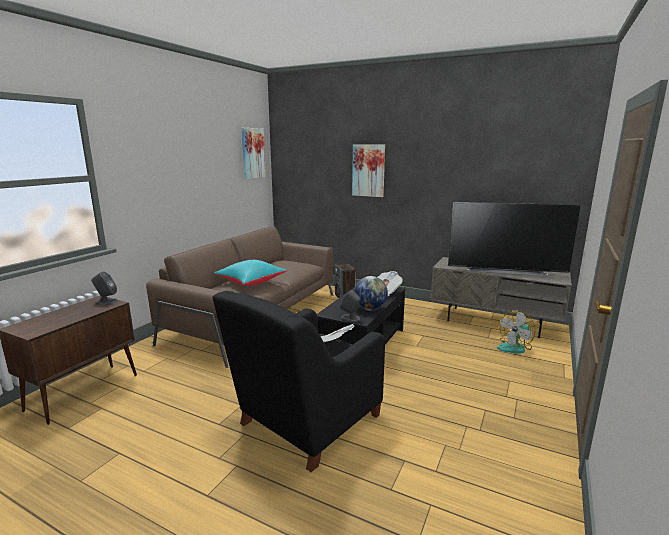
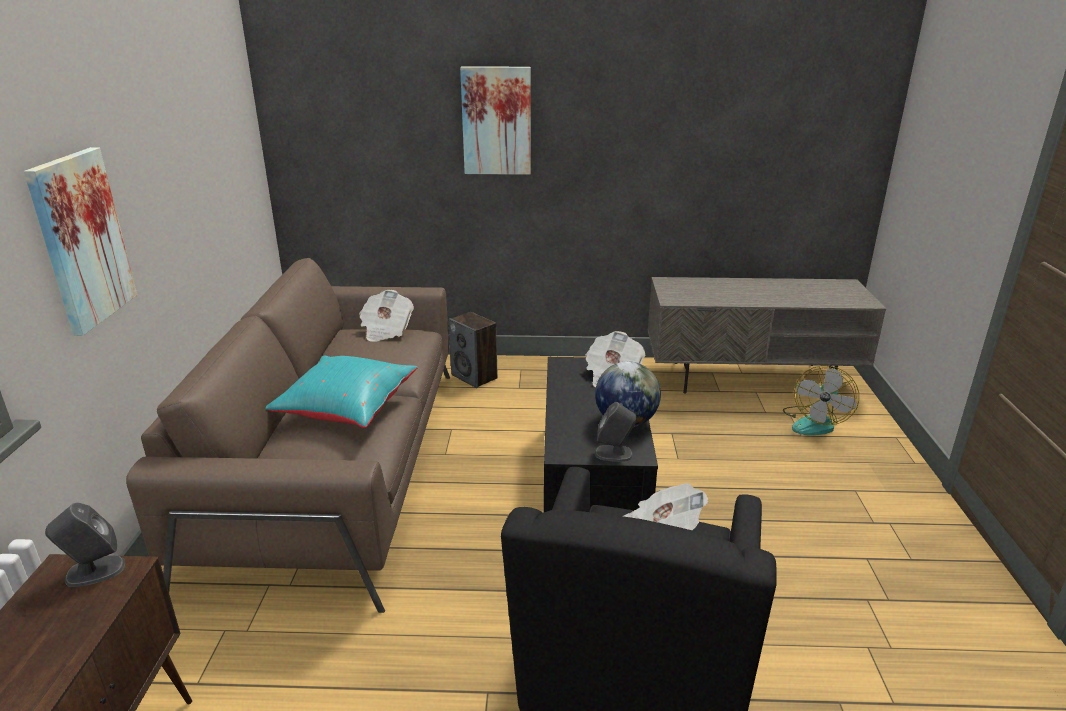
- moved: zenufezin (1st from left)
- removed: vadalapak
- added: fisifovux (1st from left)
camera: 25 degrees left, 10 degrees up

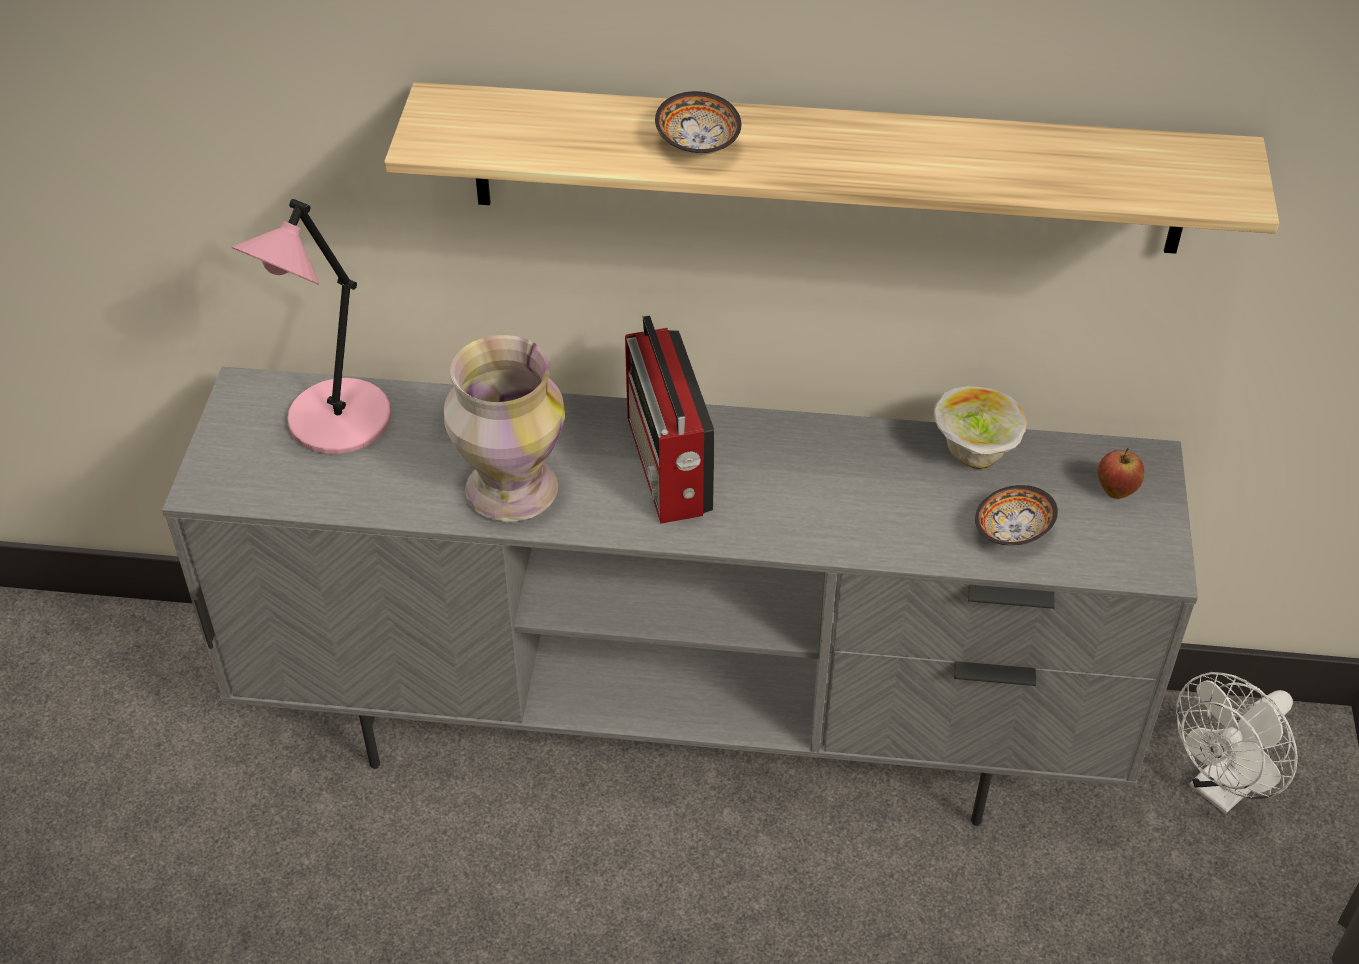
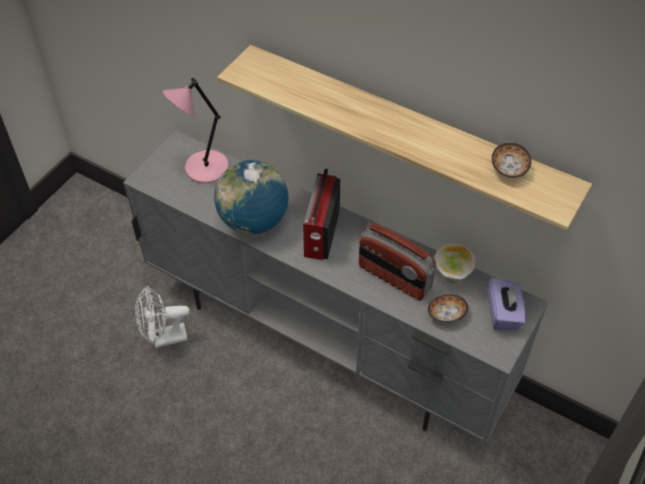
- moved: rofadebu (1st from left in the first image) to rofadebu (3rd from left)
- replaced: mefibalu to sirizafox
- replaced: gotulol to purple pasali
- moved: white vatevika
- added: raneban (2nd from left)
camera: 25 degrees right, 5 degrees up

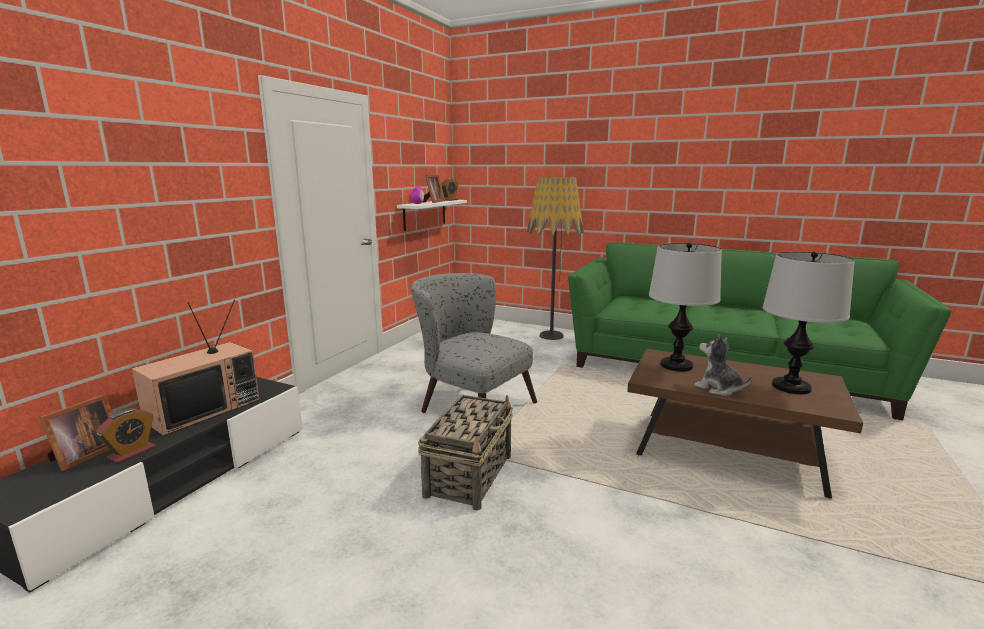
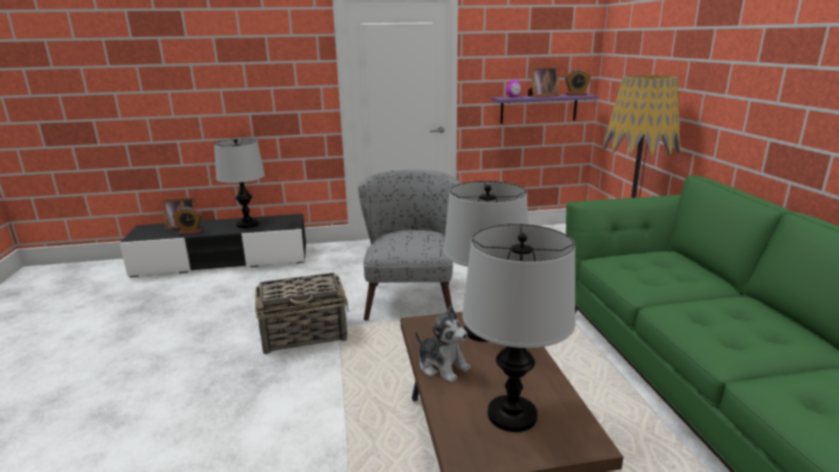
- recoloured: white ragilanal to purple ragilanal
- replaced: vadalapak to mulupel (1st from left)
- turned: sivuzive 120 degrees clockwise
camera: 55 degrees right, 5 degrees up

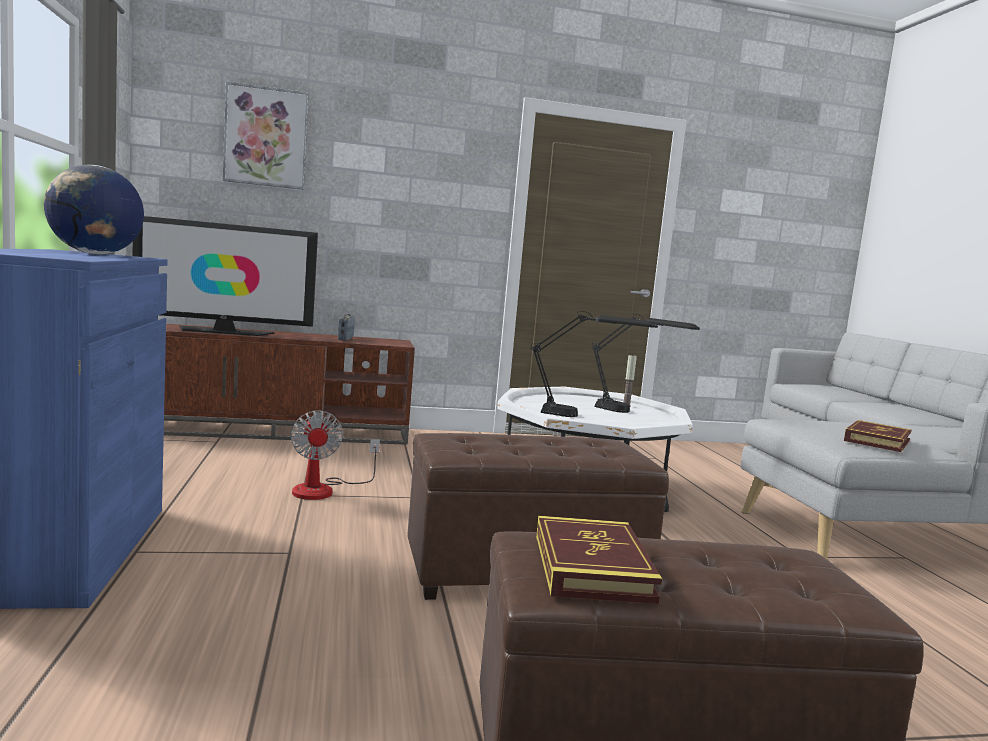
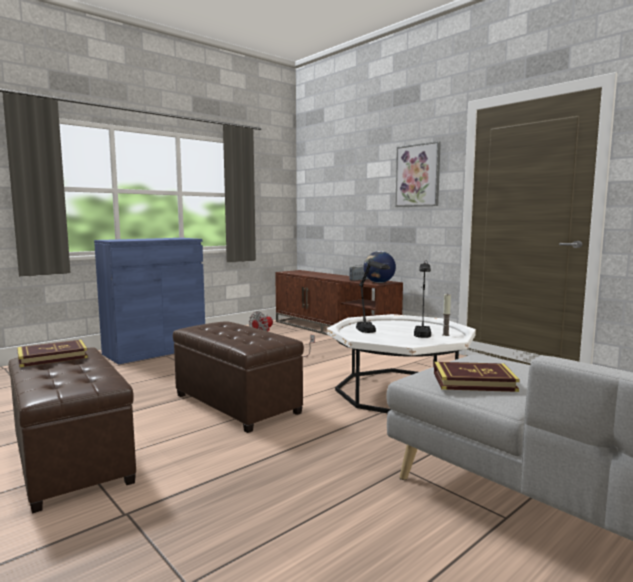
- moved: zenufezin
- moved: sirizafox
- removed: vadalapak
camera: 60 degrees right, 0 degrees up

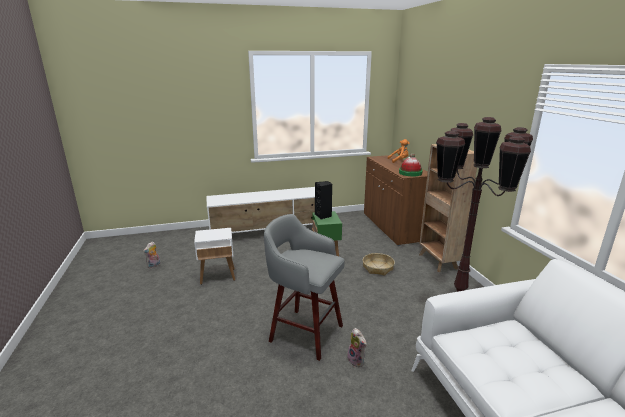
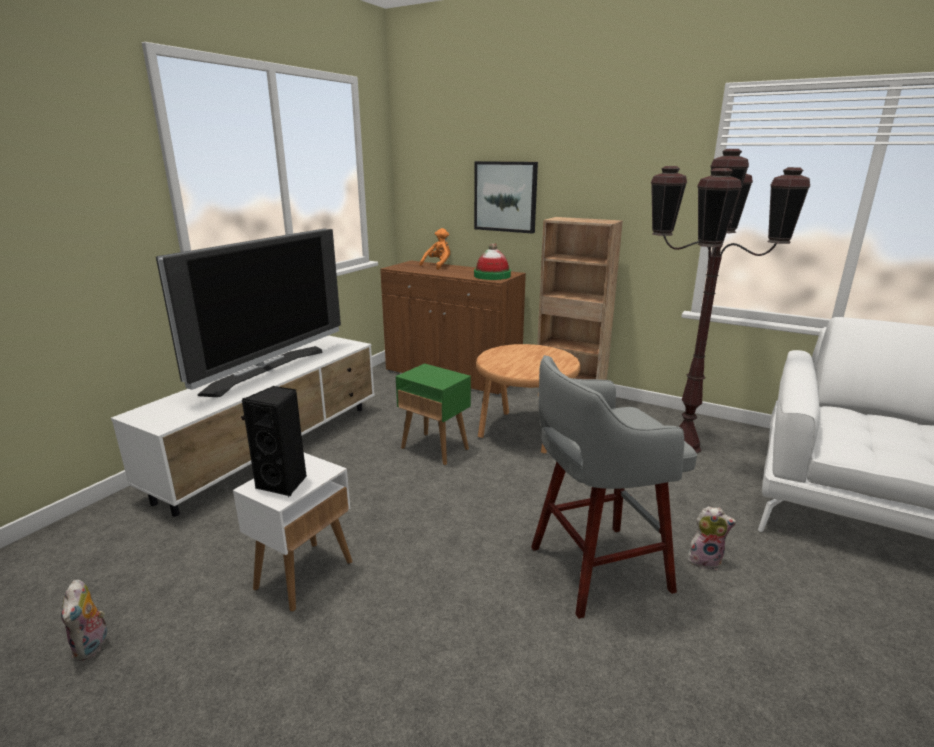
- moved: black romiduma
- replaced: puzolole to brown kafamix
- added: zenufezin
- added: vadalapak
camera: 45 degrees left, 0 degrees up

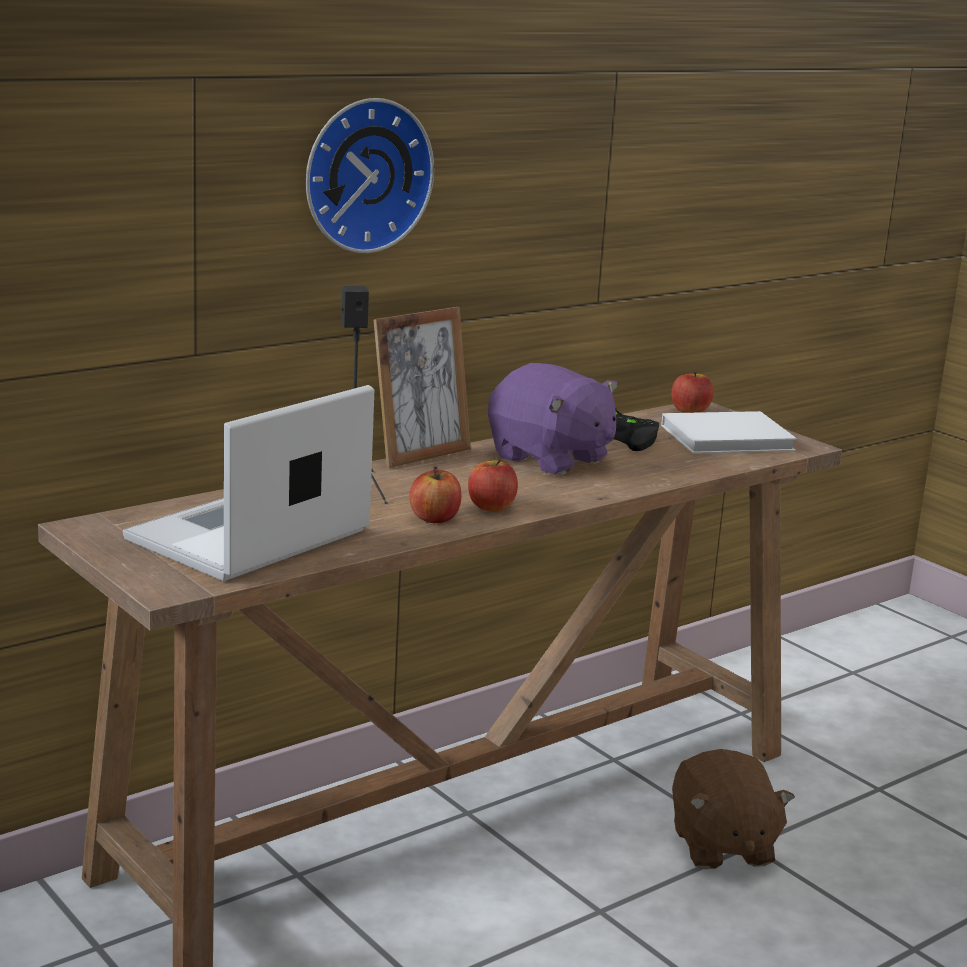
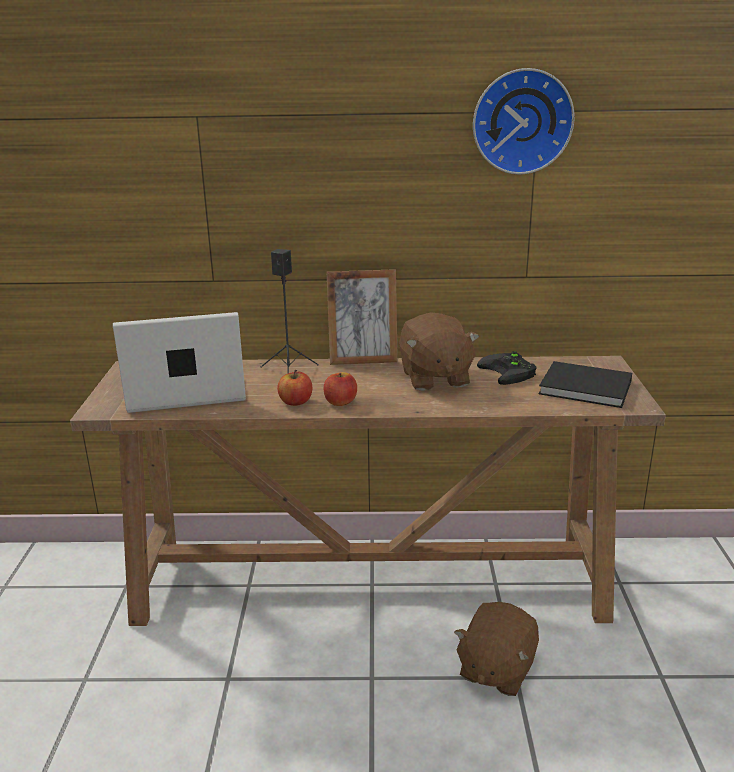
- moved: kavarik
- recoloured: purple sivuzive to brown sivuzive (1st from left)
- removed: gotulol (3rd from left)
- recoloured: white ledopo to black ledopo
camera: 40 degrees right, 5 degrees up

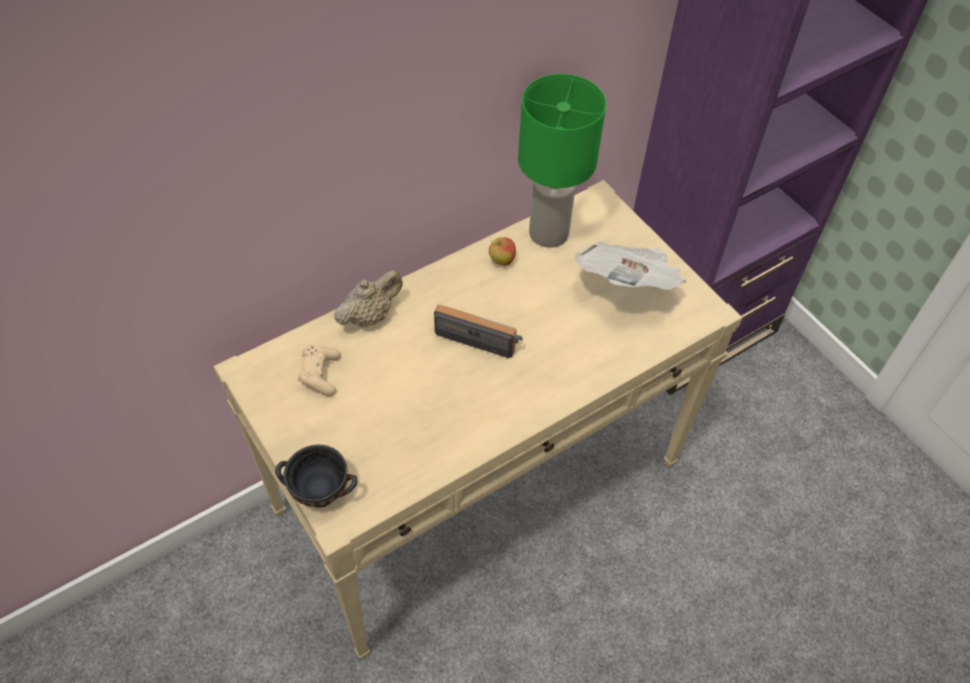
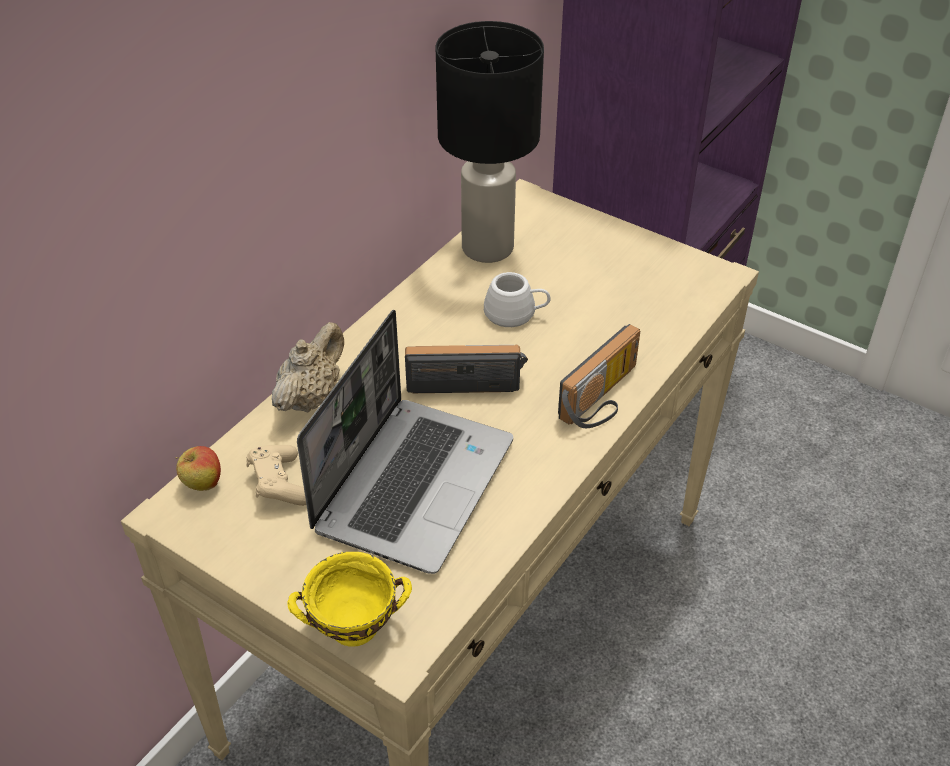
- recoloured: green mulupel to black mulupel
- moved: gotulol
- removed: fisifovux
- recoloured: black rofadebu to yellow rofadebu
- added: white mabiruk
- added: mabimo
- added: raneban (2nd from left)
camera: 20 degrees left, 10 degrees down

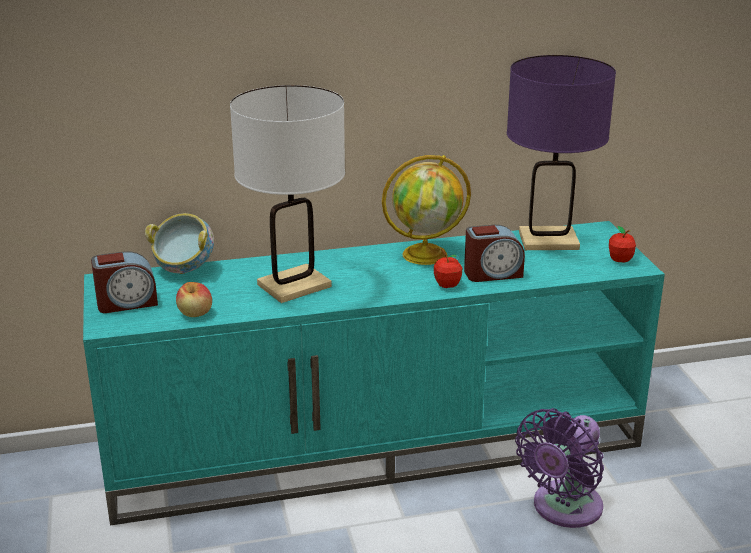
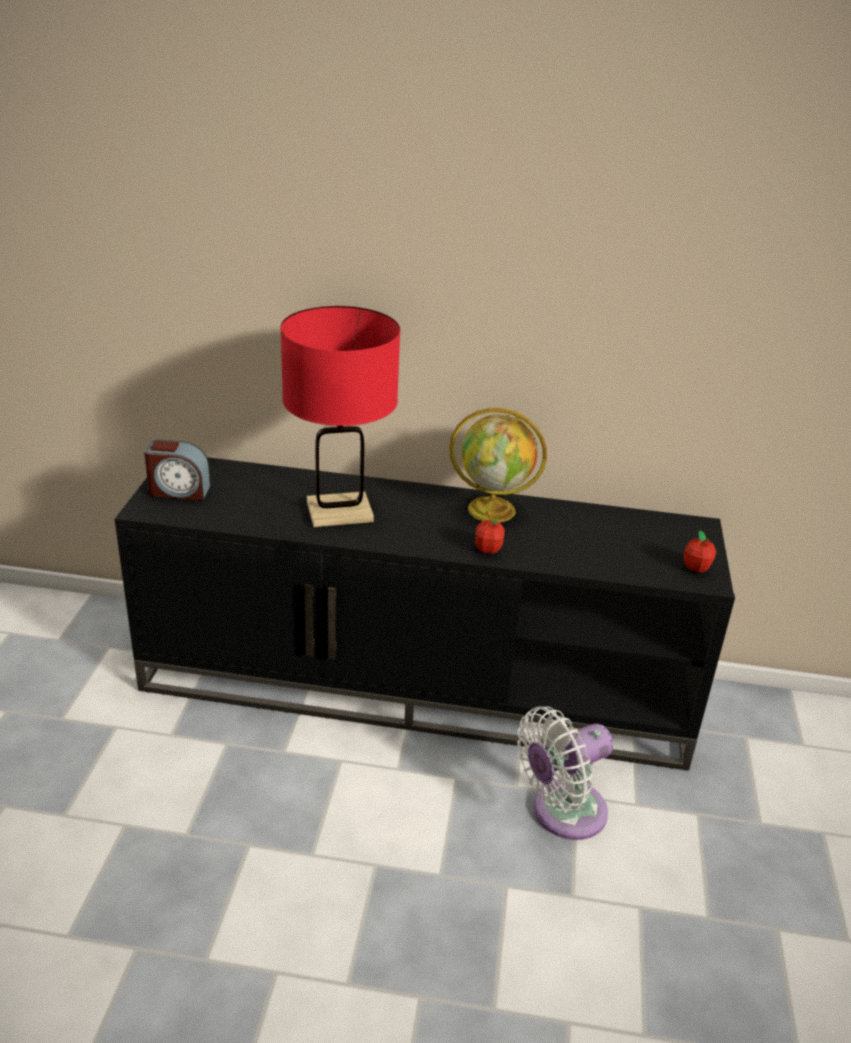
- removed: purple mulupel
- recoloured: white mulupel to red mulupel
- removed: rofadebu
- recoloured: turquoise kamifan to black kamifan
- removed: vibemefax (2nd from left)
- removed: gotulol (1st from left)
- recoloured: purple vatevika to white vatevika
camera: 20 degrees right, 5 degrees up

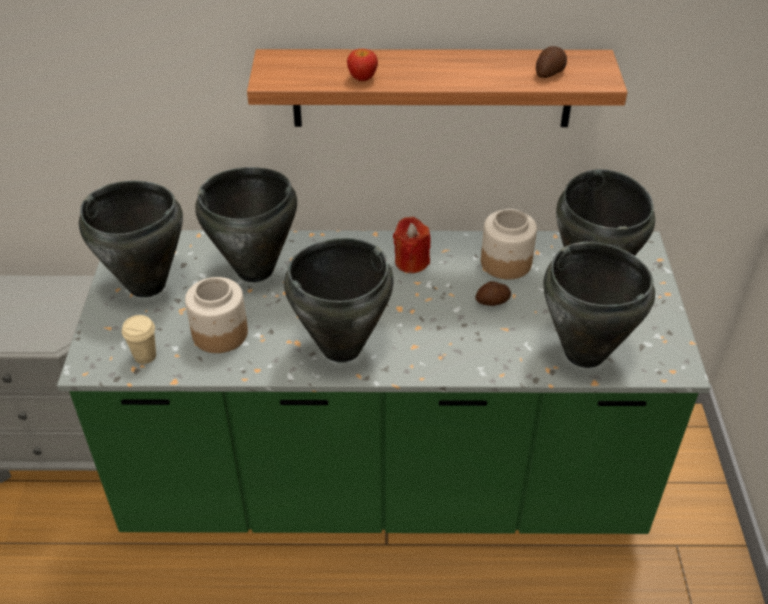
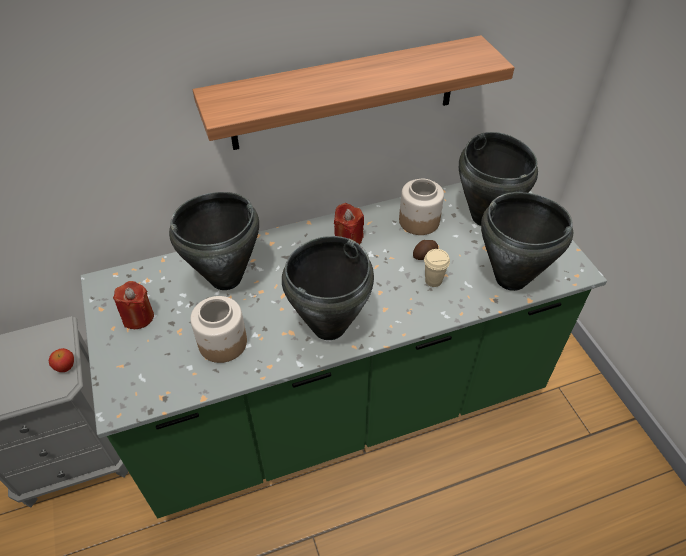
- removed: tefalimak (2nd from left)
- moved: gotulol
- replaced: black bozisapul (1st from left) to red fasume (1st from left)
- moved: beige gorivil
camera: 20 degrees left, 5 degrees up

